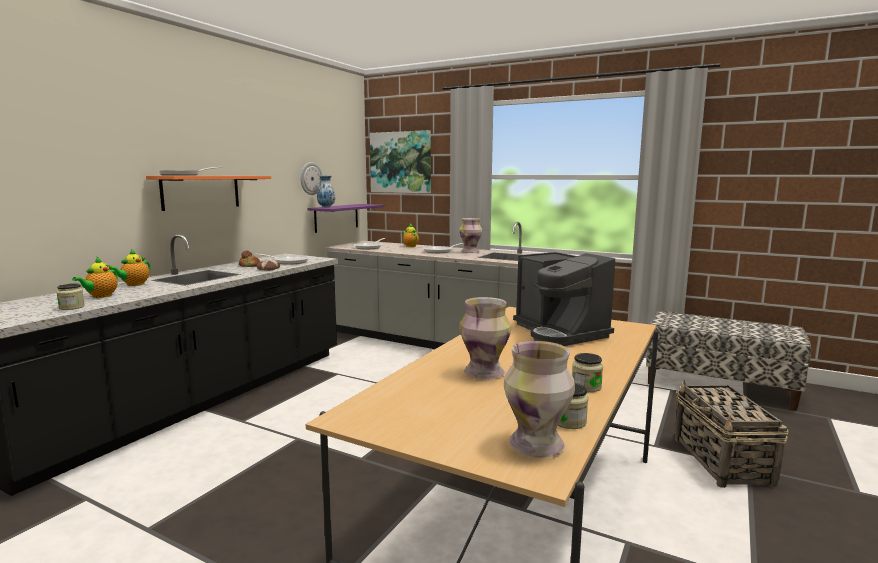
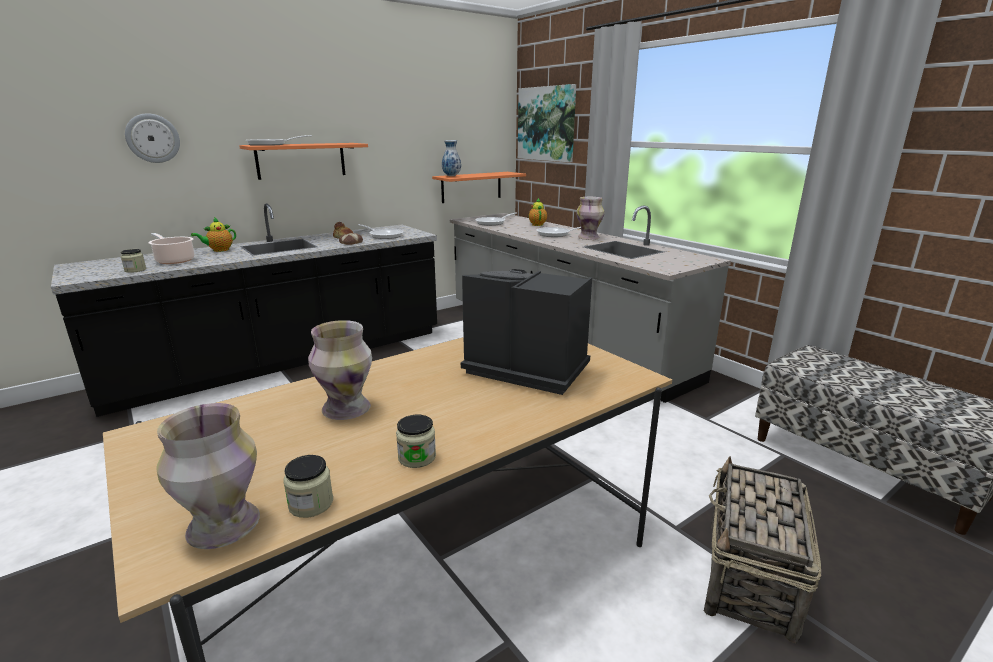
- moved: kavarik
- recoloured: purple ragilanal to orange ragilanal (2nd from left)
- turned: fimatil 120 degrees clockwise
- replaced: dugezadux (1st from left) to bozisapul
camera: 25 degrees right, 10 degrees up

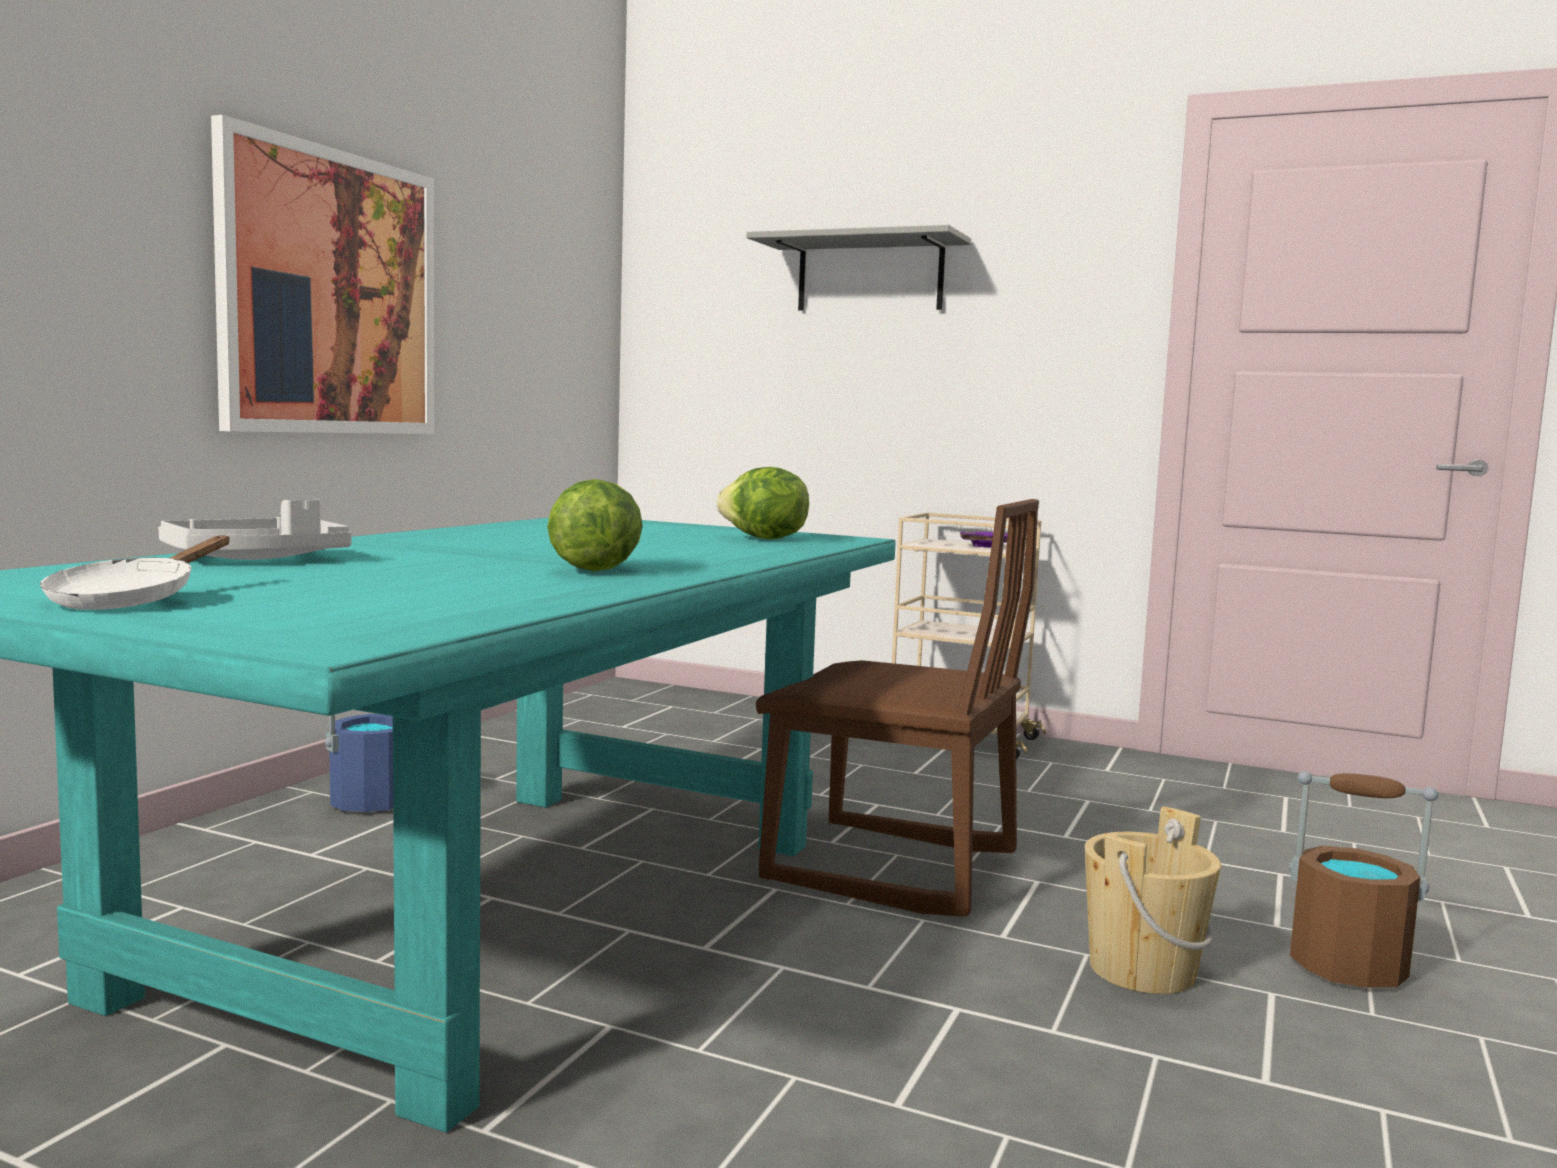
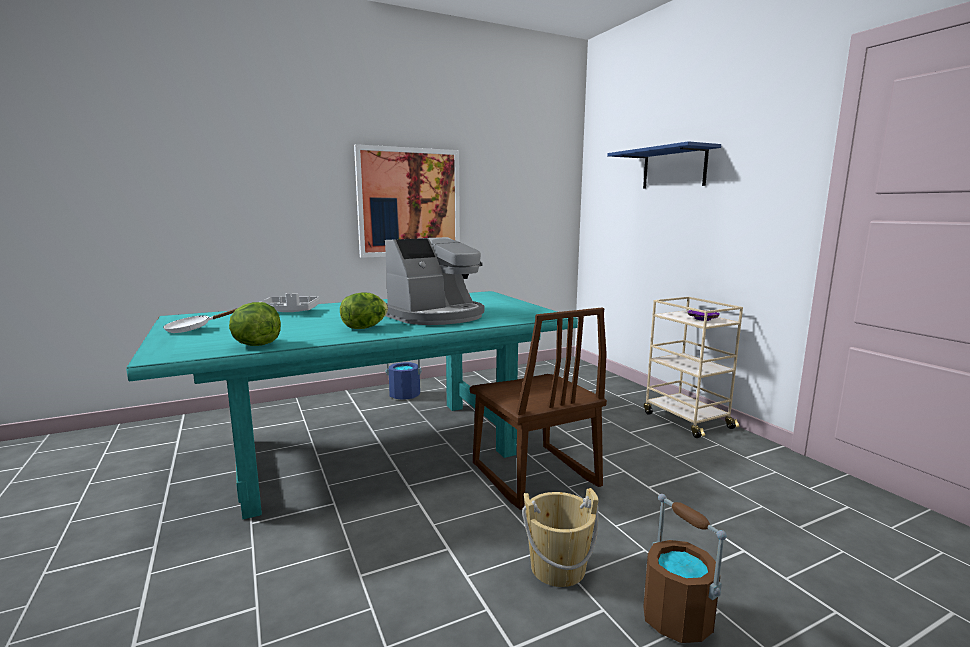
- recoloured: grey ragilanal to blue ragilanal
- moved: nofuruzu (2nd from left in the first image) to nofuruzu (1st from left)
- added: fimatil
camera: 40 degrees right, 5 degrees up

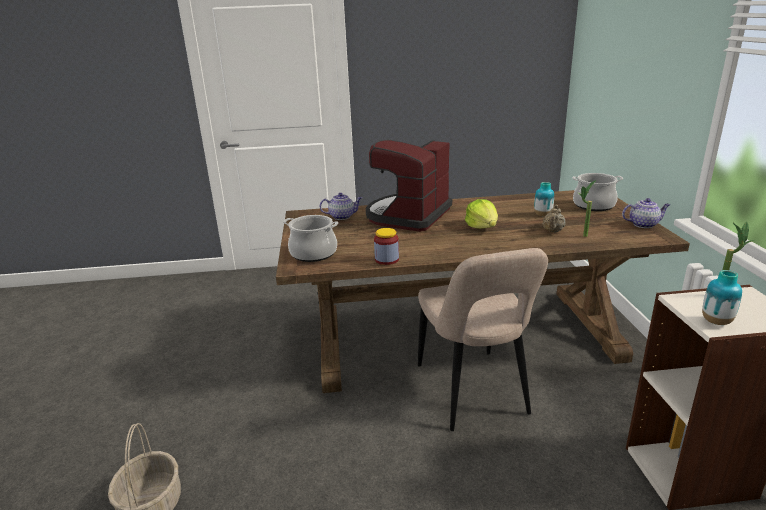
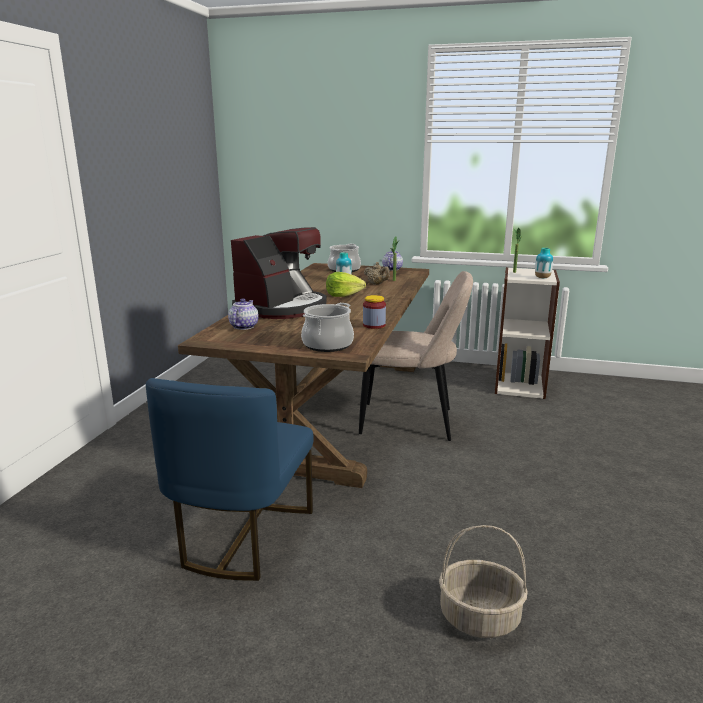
- turned: fimatil 105 degrees counterclockwise
- added: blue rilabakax
camera: 70 degrees left, 5 degrees down

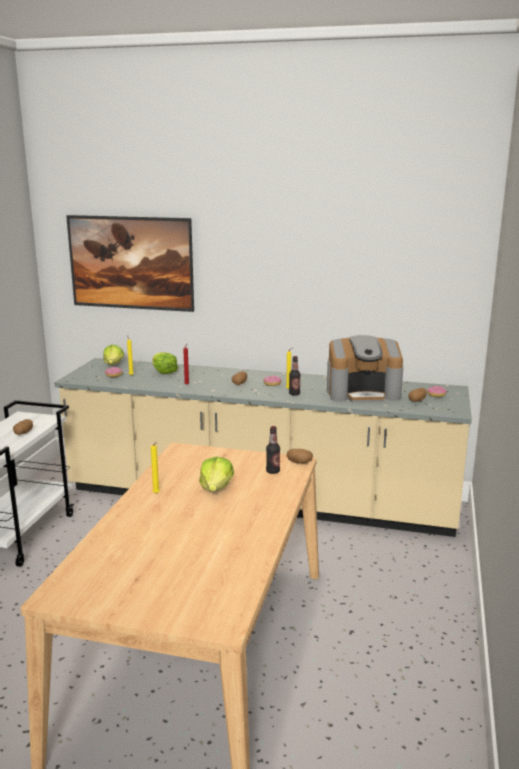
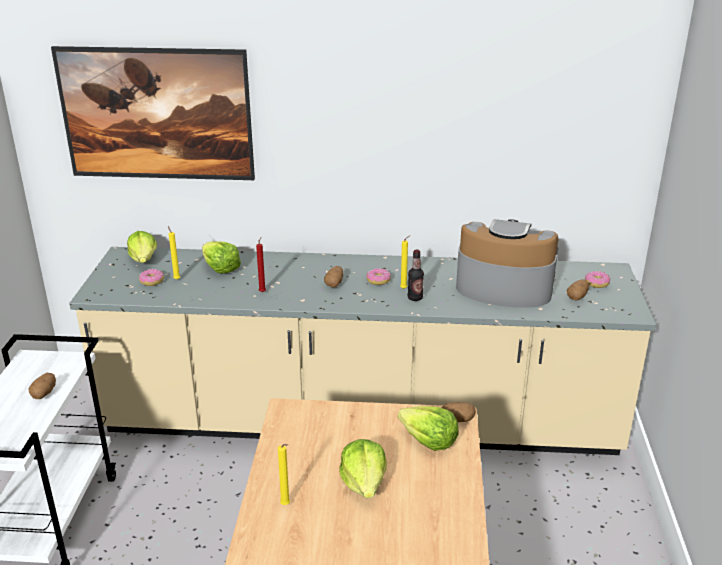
- turned: fimatil 150 degrees counterclockwise
- replaced: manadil (1st from left) to nofuruzu (4th from left)
camera: 10 degrees left, 10 degrees up

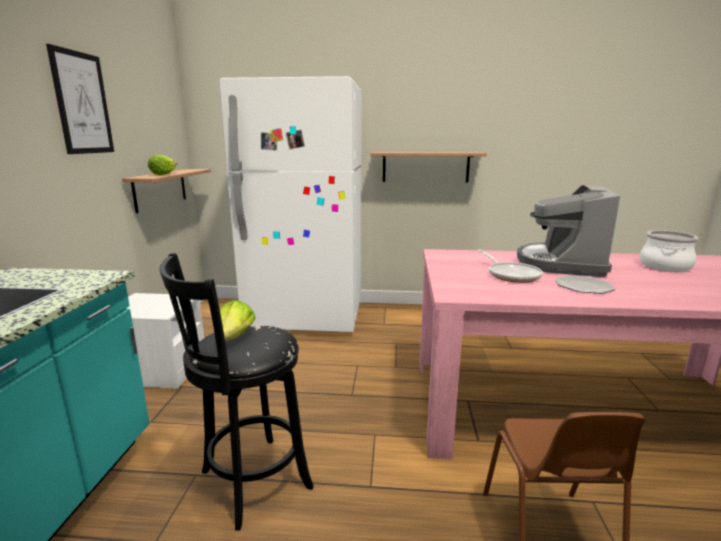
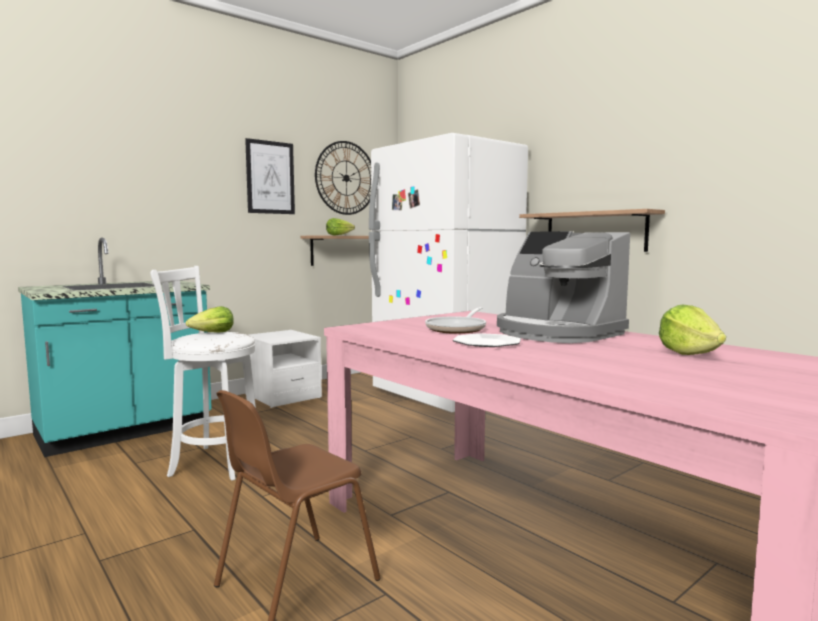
- turned: fimatil 105 degrees counterclockwise
- replaced: bozisapul to nofuruzu (3rd from left)
- recoloured: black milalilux to white milalilux
- added: kavarik
camera: 45 degrees right, 10 degrees down

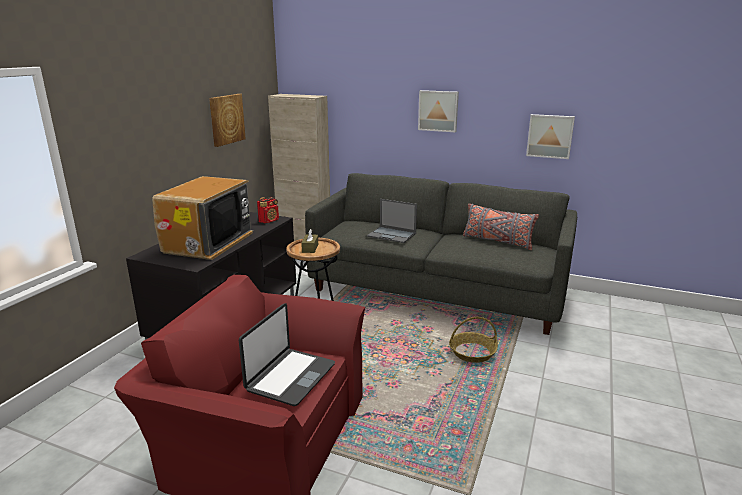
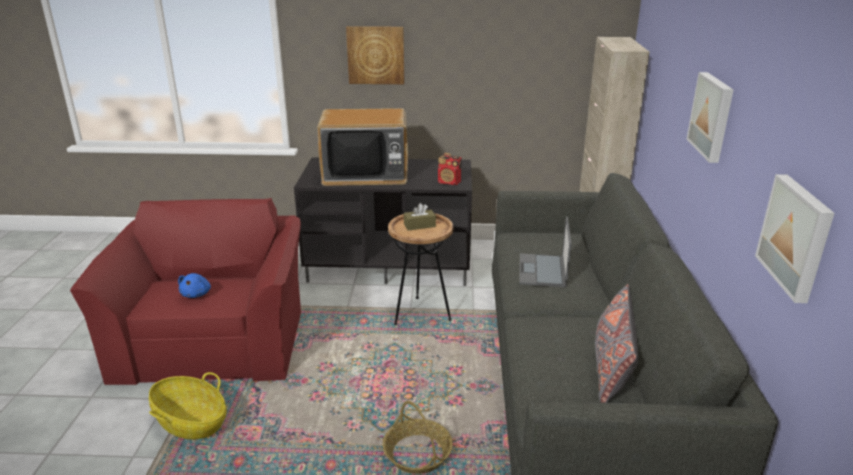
- moved: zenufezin (1st from left)
- replaced: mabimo (1st from left) to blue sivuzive
- added: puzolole (1st from left)
camera: 70 degrees right, 5 degrees up

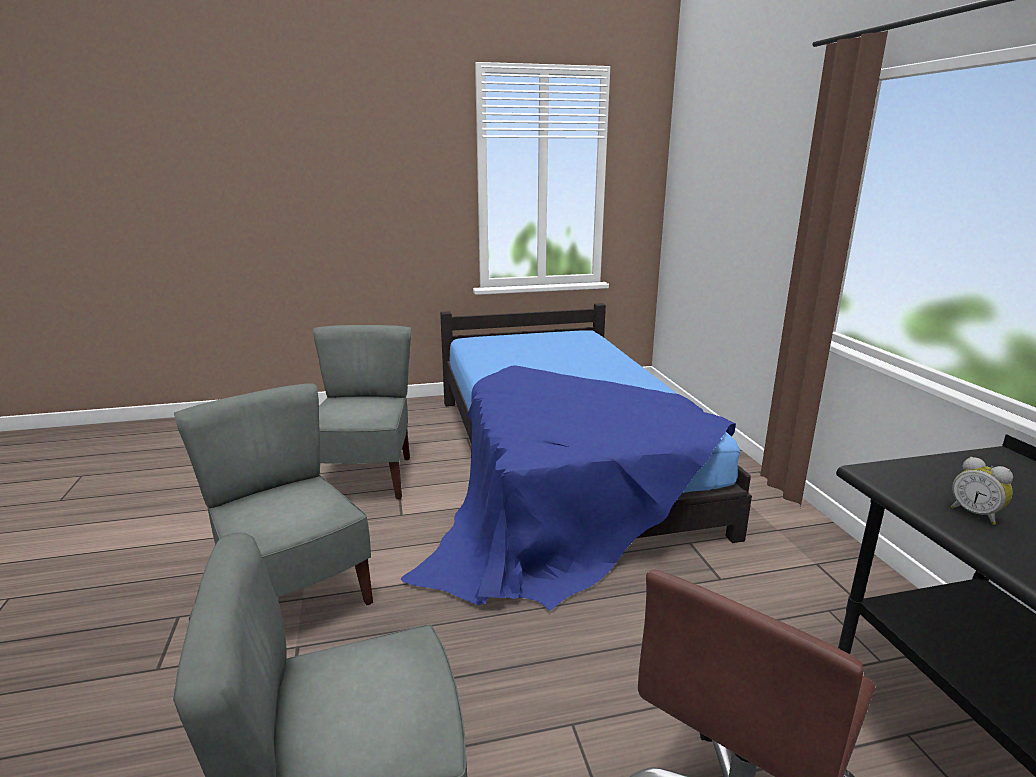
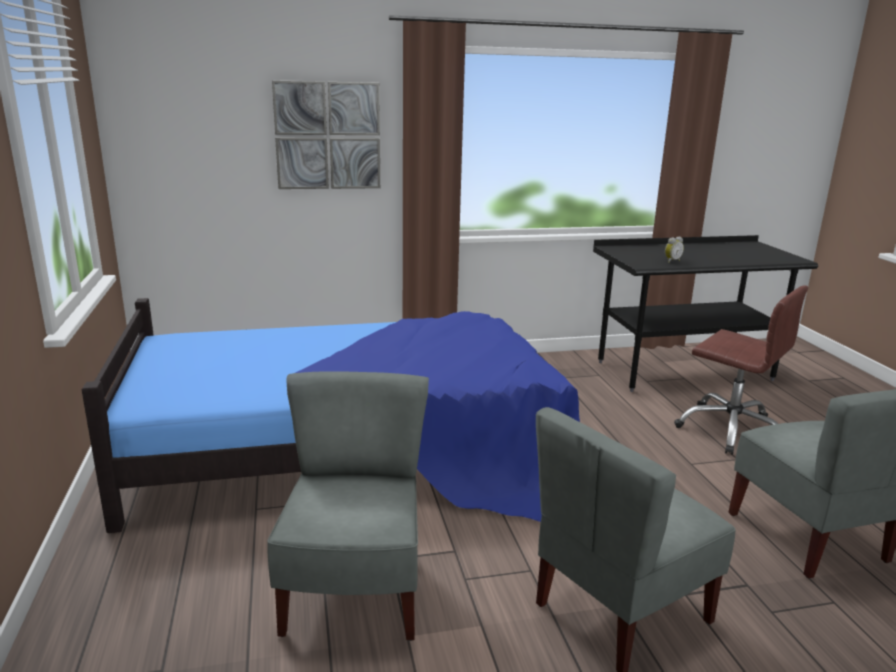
- turned: grey rilabakax (3rd from left in the first image) 90 degrees clockwise
- added: zenufezin
camera: 90 degrees left, 0 degrees up

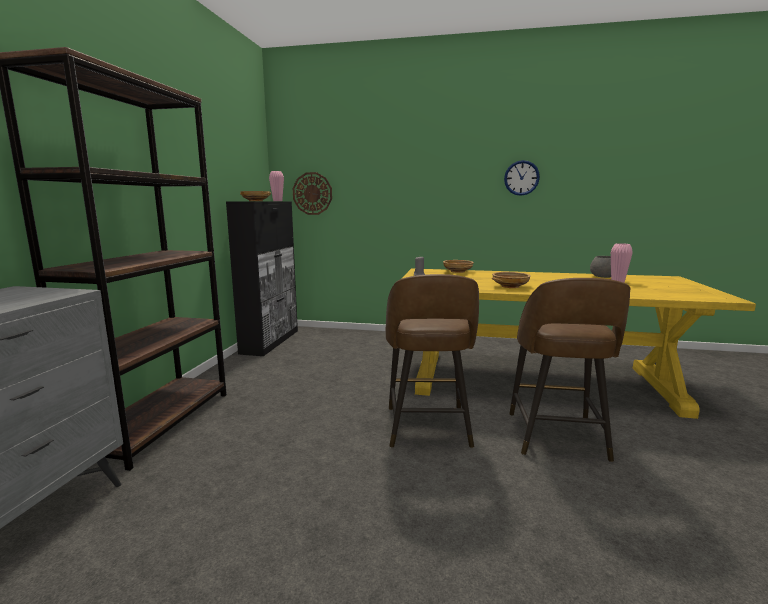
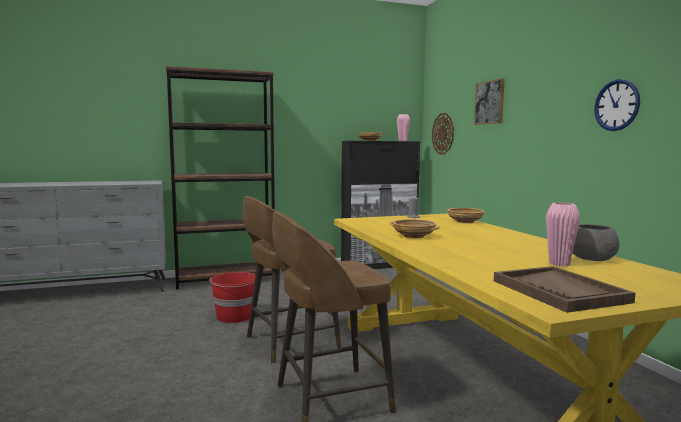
- added: zenufezin
- added: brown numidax
- added: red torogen
camera: 60 degrees right, 5 degrees down

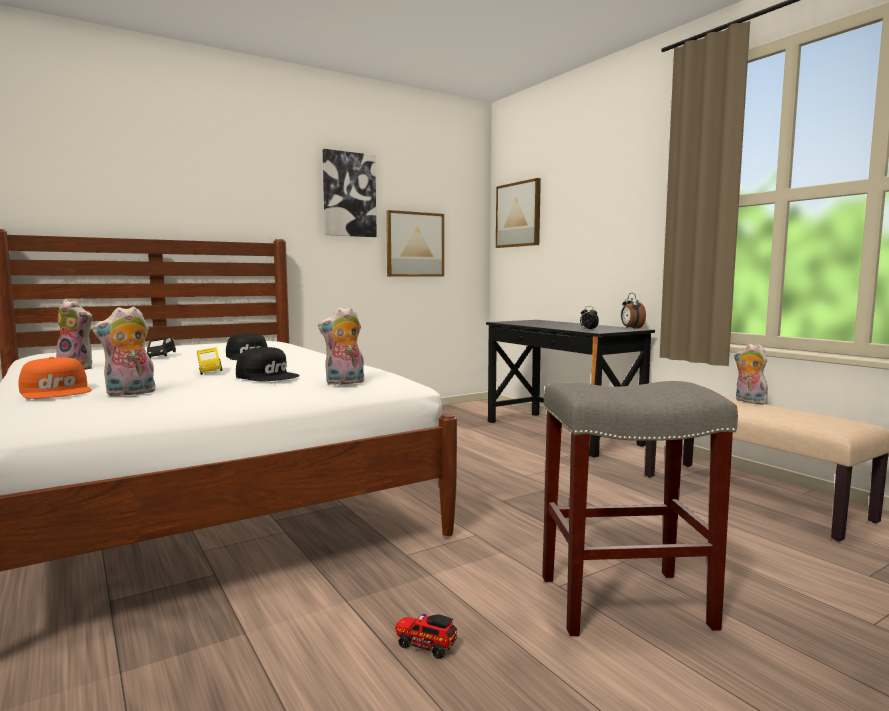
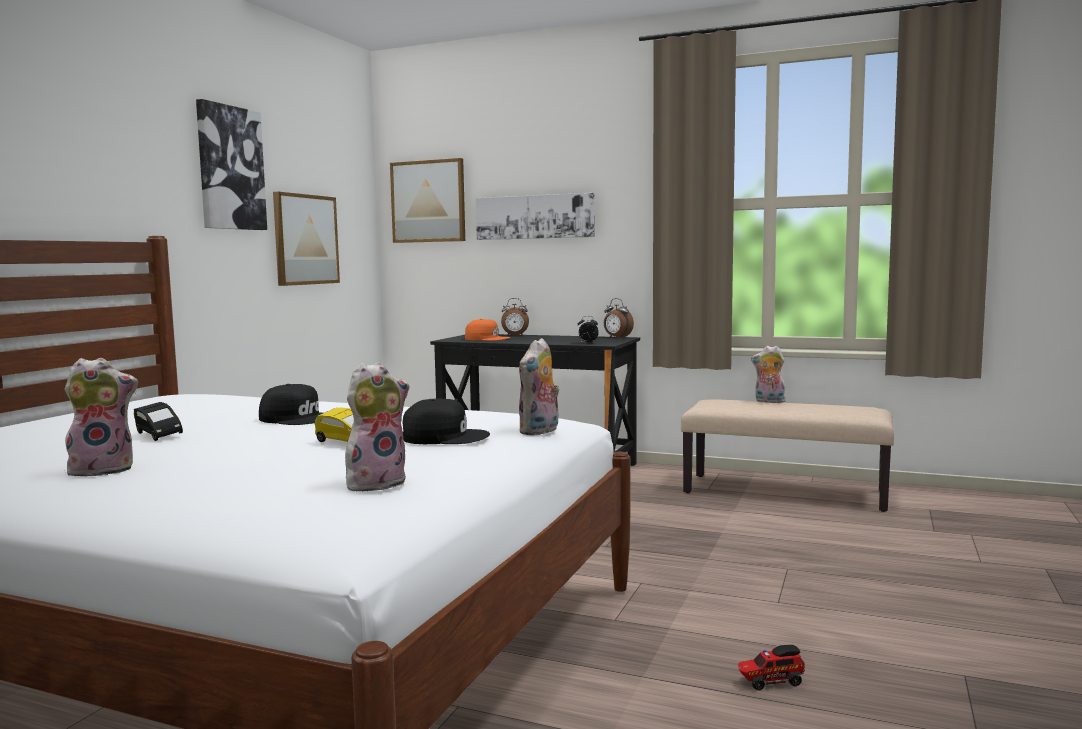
- turned: sivuzive (2nd from left) 150 degrees counterclockwise
- moved: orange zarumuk
- removed: grey milalilux
- added: zenufezin (4th from left)
- added: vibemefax (1st from left)
camera: 35 degrees left, 0 degrees up

